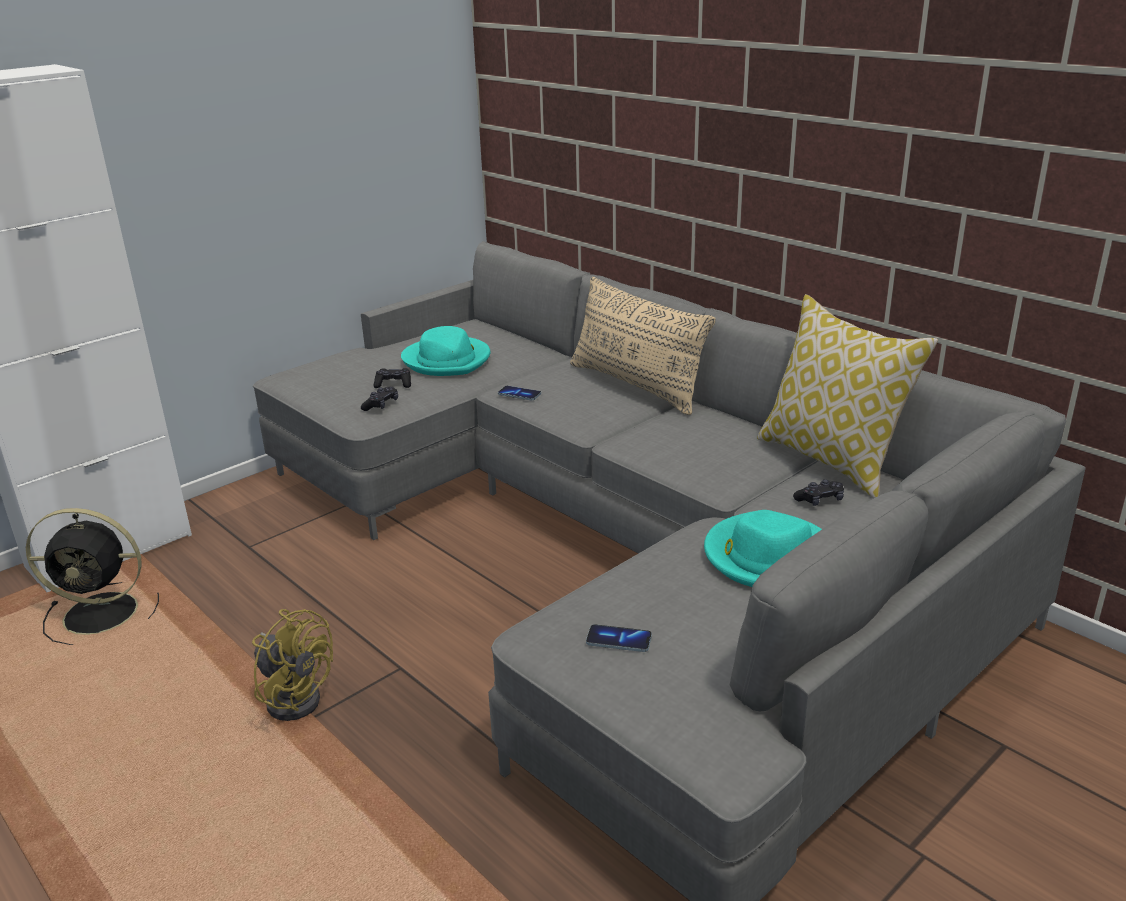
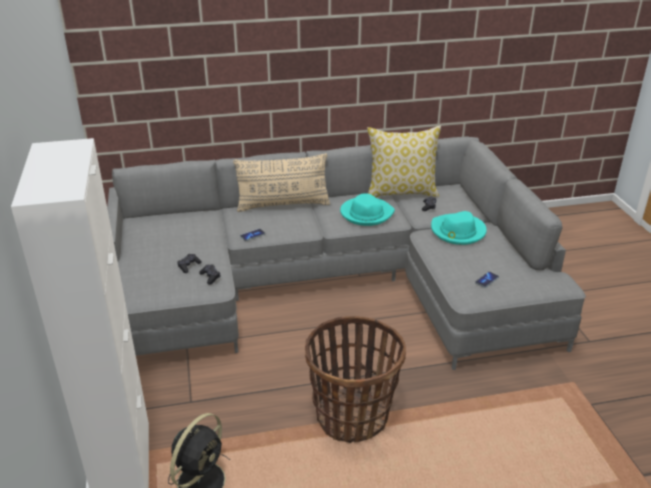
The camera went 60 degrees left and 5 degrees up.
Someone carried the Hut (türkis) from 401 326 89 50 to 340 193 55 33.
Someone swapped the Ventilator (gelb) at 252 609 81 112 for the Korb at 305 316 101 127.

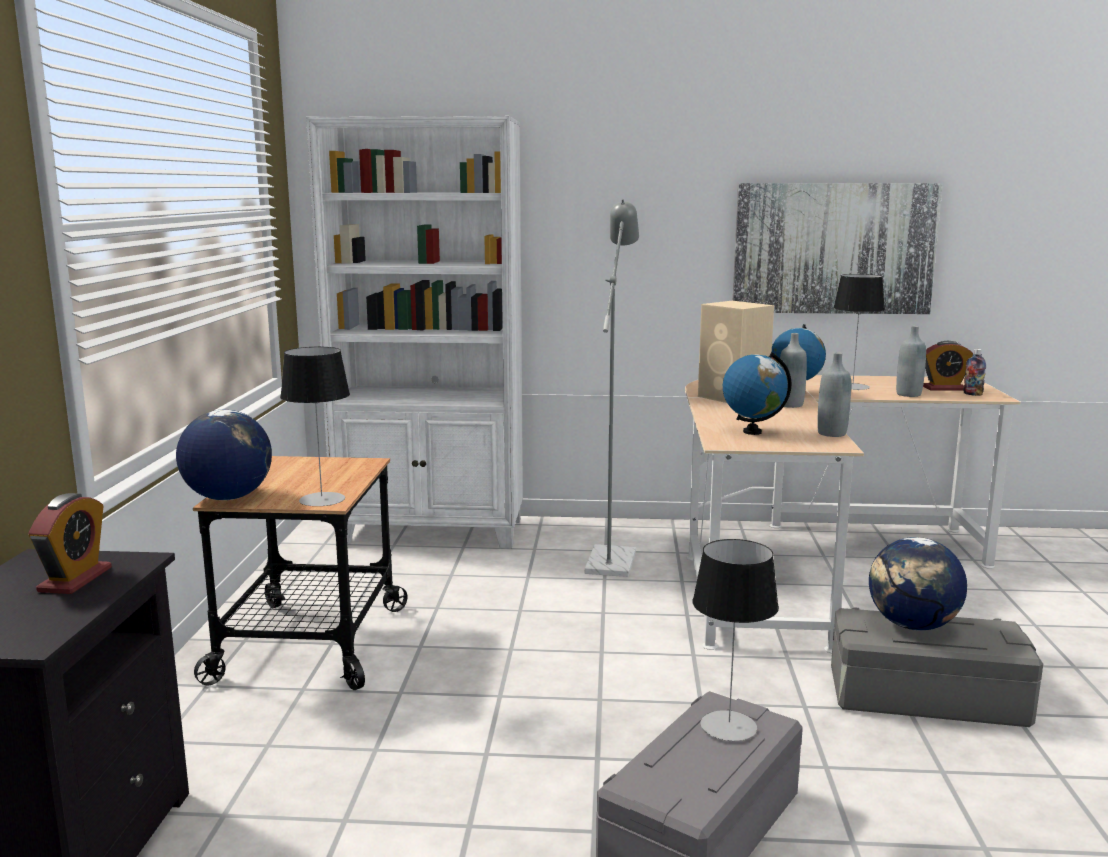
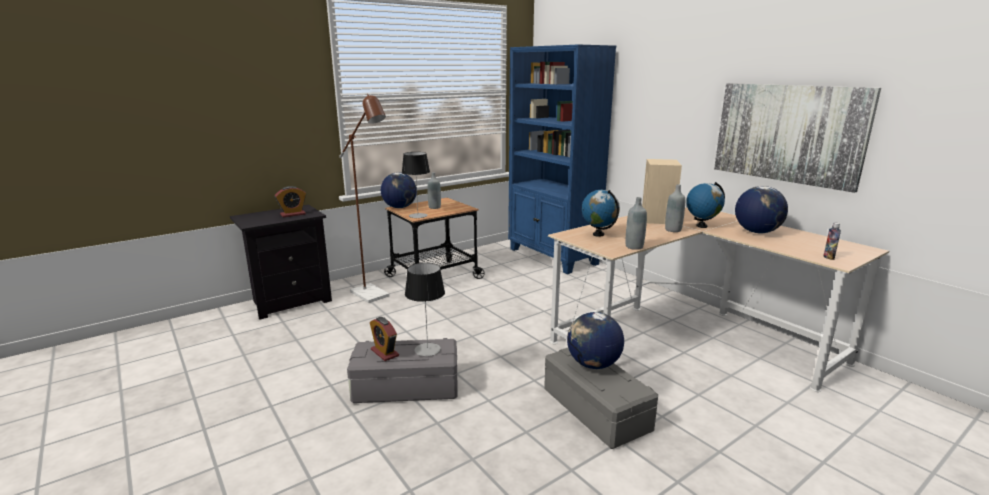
The camera went 50 degrees right and 5 degrees up.
Someone repainted the Bücherregal (weiß) at 306 116 217 433, which became the Bücherregal (blau) at 508 44 108 230.
Someone took away the Stehlampe (grau) at 585 199 54 378.
Someone swapped the Tischlampe at 833 274 52 116 for the Globus at 735 186 53 47.
Someone carried the Flasche (grau) from 896 326 30 71 to 428 172 13 37.
Someone carried the Wecker from 923 341 50 50 to 370 317 29 44.
Someone put down the Stehlampe (braun) at 339 94 51 209.

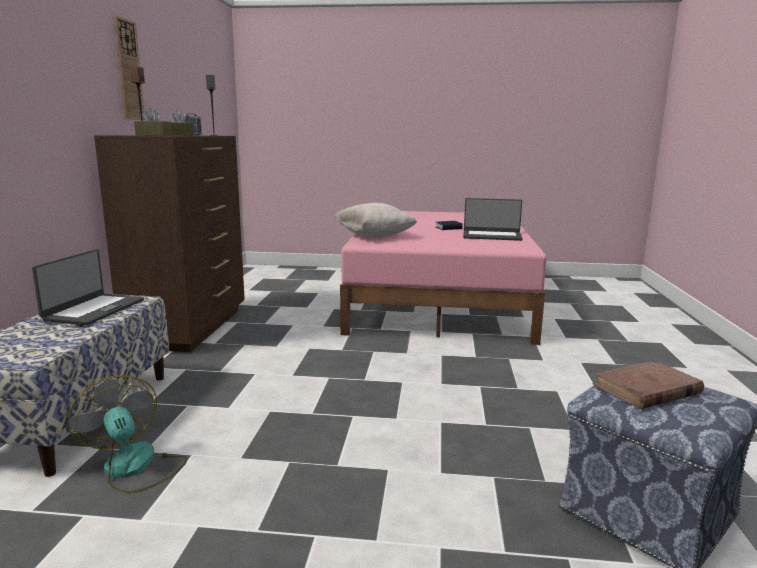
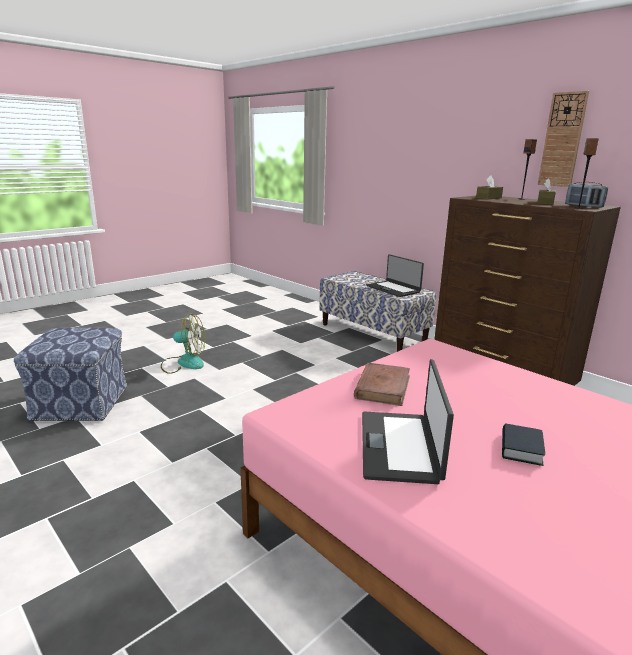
The camera went 130 degrees right and 5 degrees up.
Someone rotated the Laptop at 463 198 60 43 by 45 degrees counterclockwise.
Someone took away the Kissen (beige) at 334 203 83 35.
Someone carried the Buch (braun) from 593 360 111 49 to 354 363 56 43.
Someone carried the Ventilator from 67 375 121 118 to 161 314 44 60.

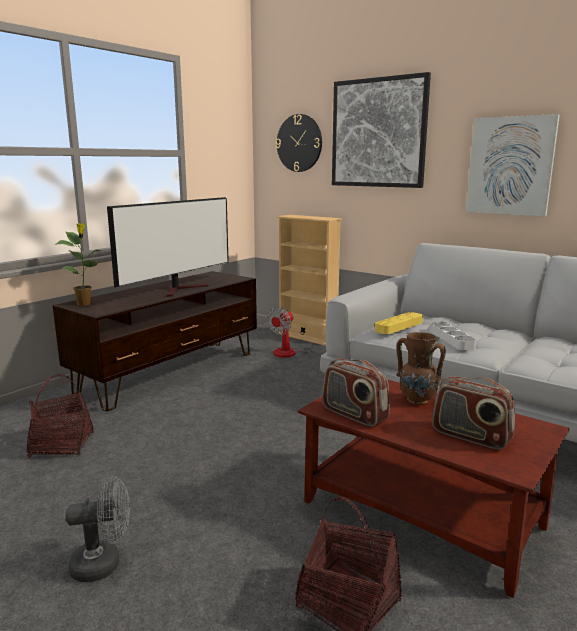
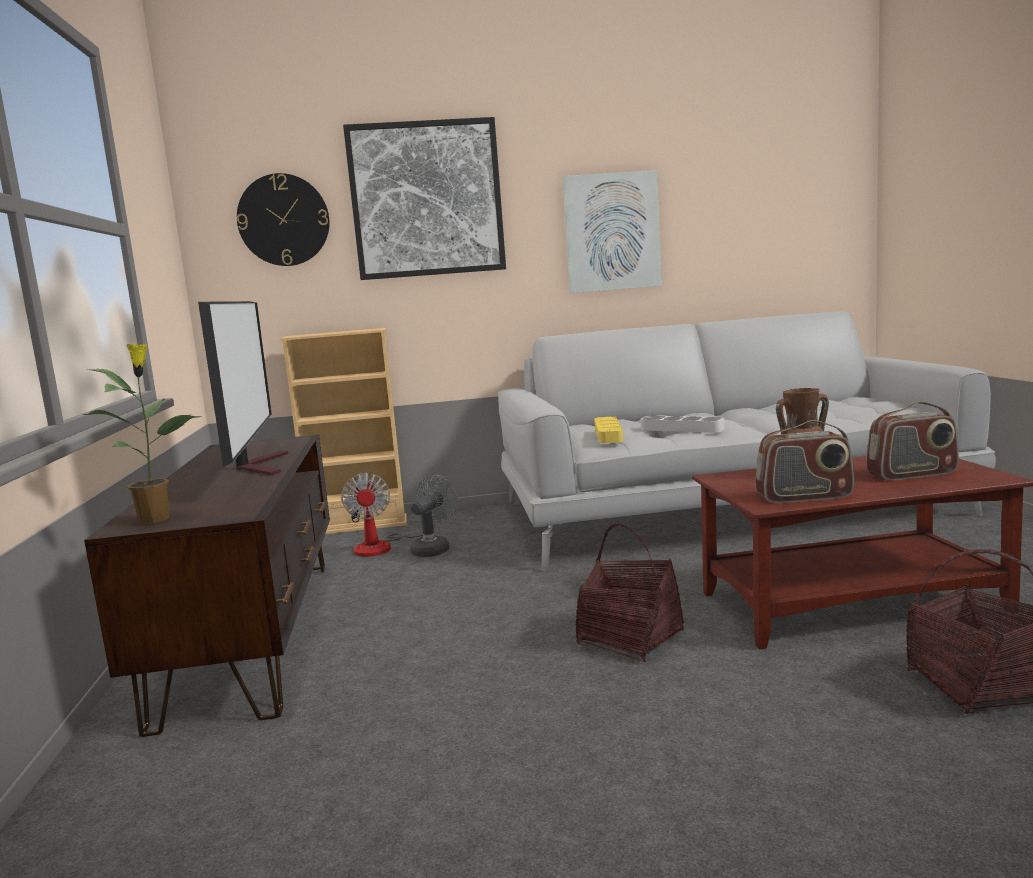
The camera went 45 degrees left and 5 degrees down.
Someone carried the Korb from 27 374 67 84 to 575 524 109 138.
Someone carried the Ventilator (grau) from 65 476 65 106 to 410 475 48 82.

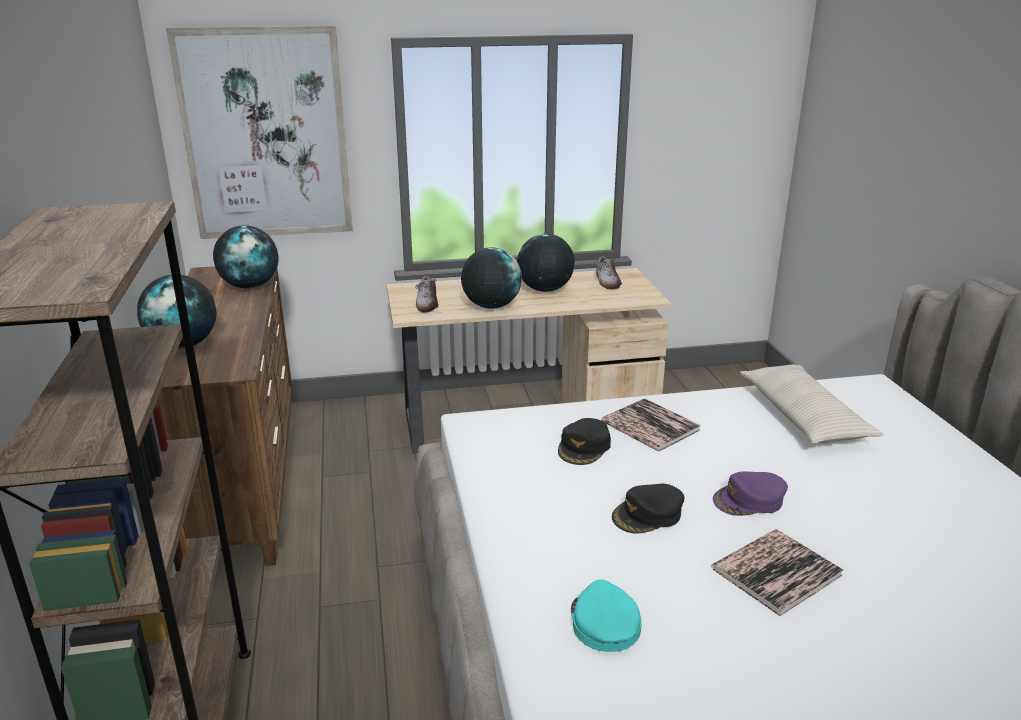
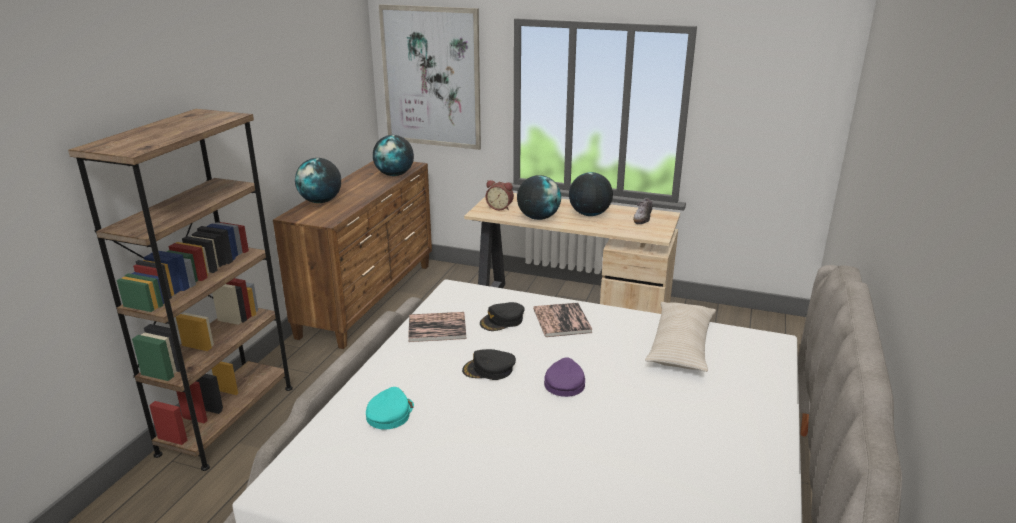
The camera went 30 degrees right and 0 degrees up.
Someone swapped the Schuh at 415 276 23 37 for the Wecker at 486 180 28 30.
Someone rotated the Kappe (lila) at 713 472 75 44 by 90 degrees clockwise.
Someone carried the Buch from 711 529 133 87 to 408 312 59 30.

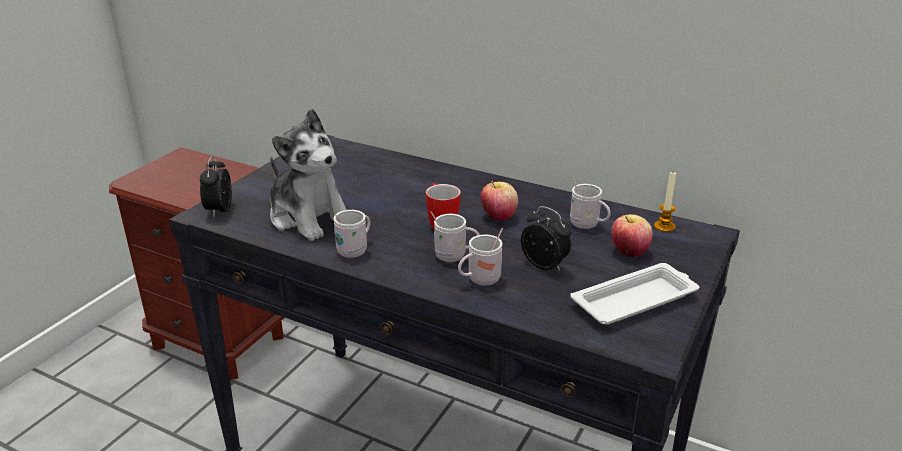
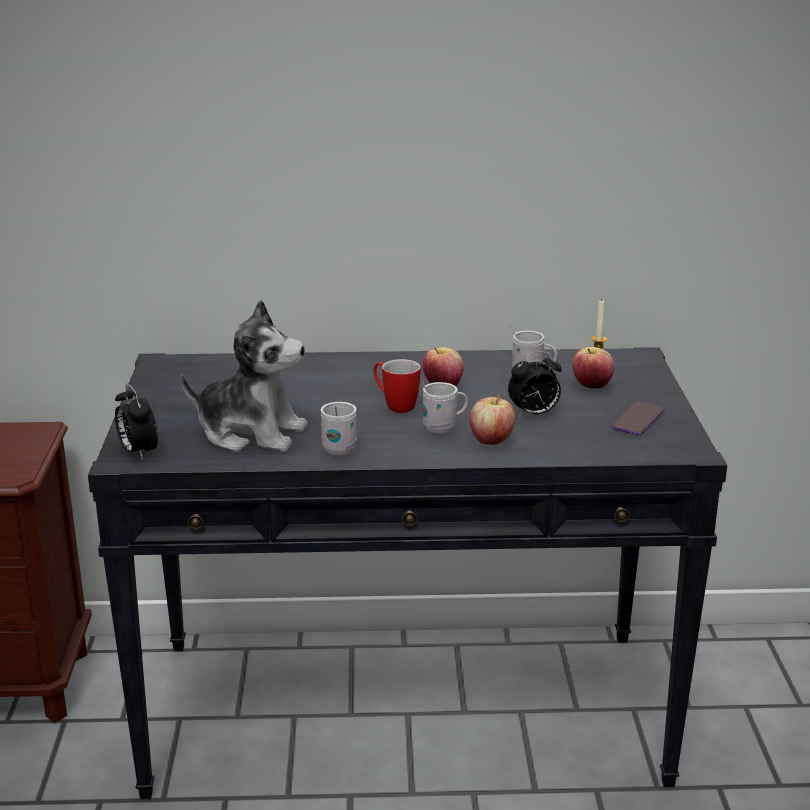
The camera went 30 degrees left and 5 degrees down.
Someone rotated the Wecker at 521 206 50 65 by 150 degrees clockwise.
Someone swapped the Henkelbecher (weiß) at 458 228 45 58 for the Apfel at 470 394 46 51.
Someone swapped the Tablett (weiß) at 570 263 129 62 for the Handy at 611 401 54 34.

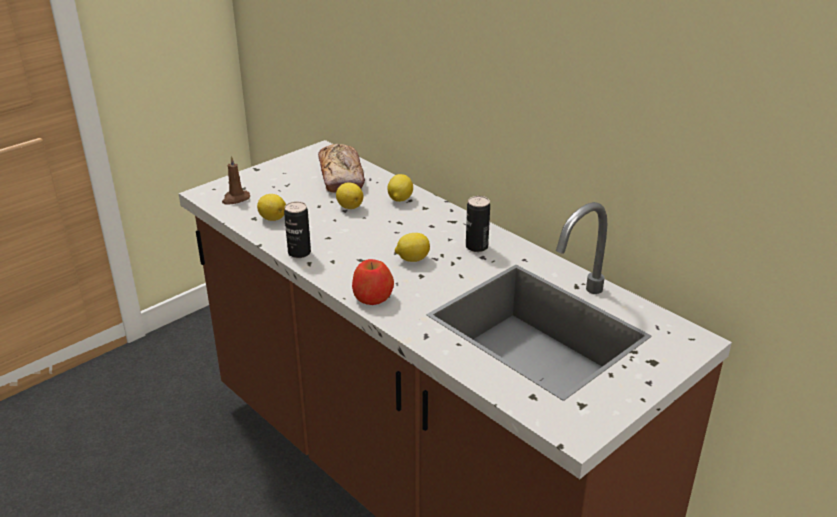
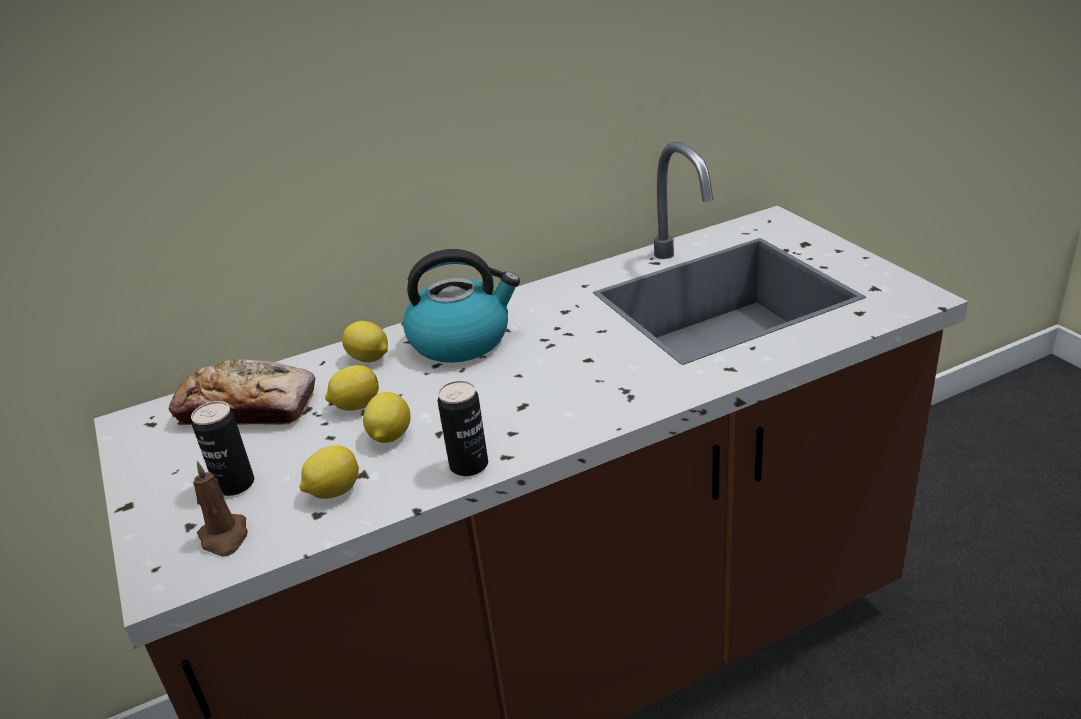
The camera went 70 degrees left and 0 degrees up.
Someone carried the Dose from 466 196 24 56 to 191 401 63 95.
Someone carried the Zitrone from 395 233 35 29 to 363 392 48 51.
Someone took away the Apfel at 352 259 42 46.
Someone put down the Wasserkessel at 403 249 117 114.

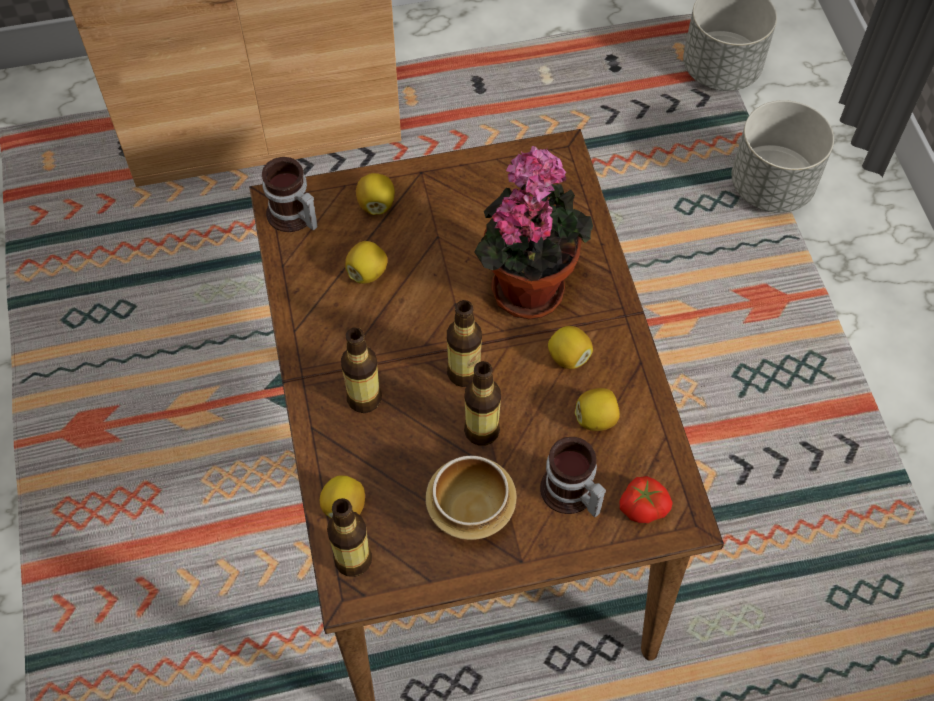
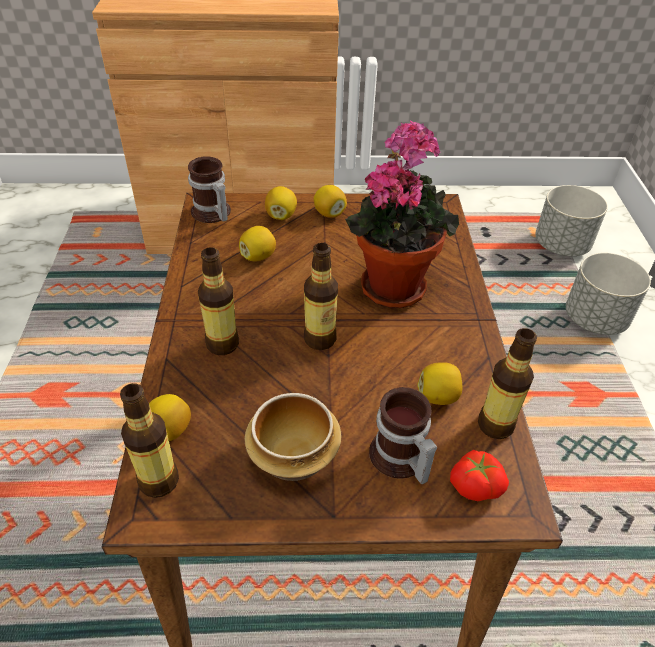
The camera went 10 degrees right and 15 degrees down.
Someone carried the Zitrone from 548 326 45 43 to 314 185 33 33.
Someone carried the Flasche from 464 361 37 85 to 478 328 59 111.

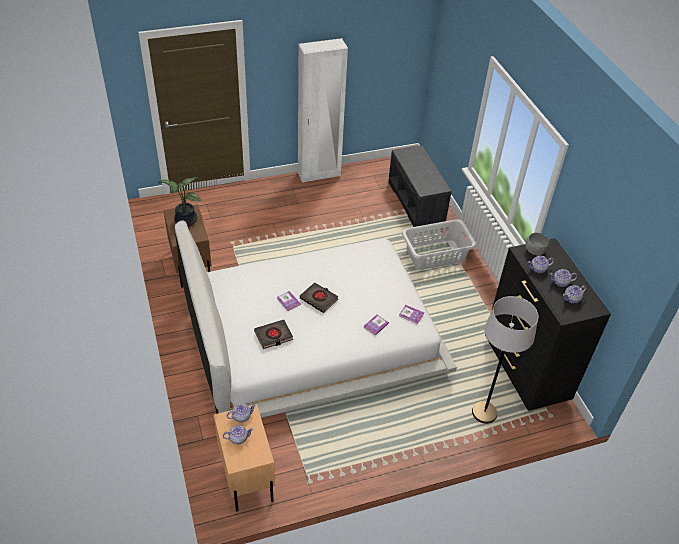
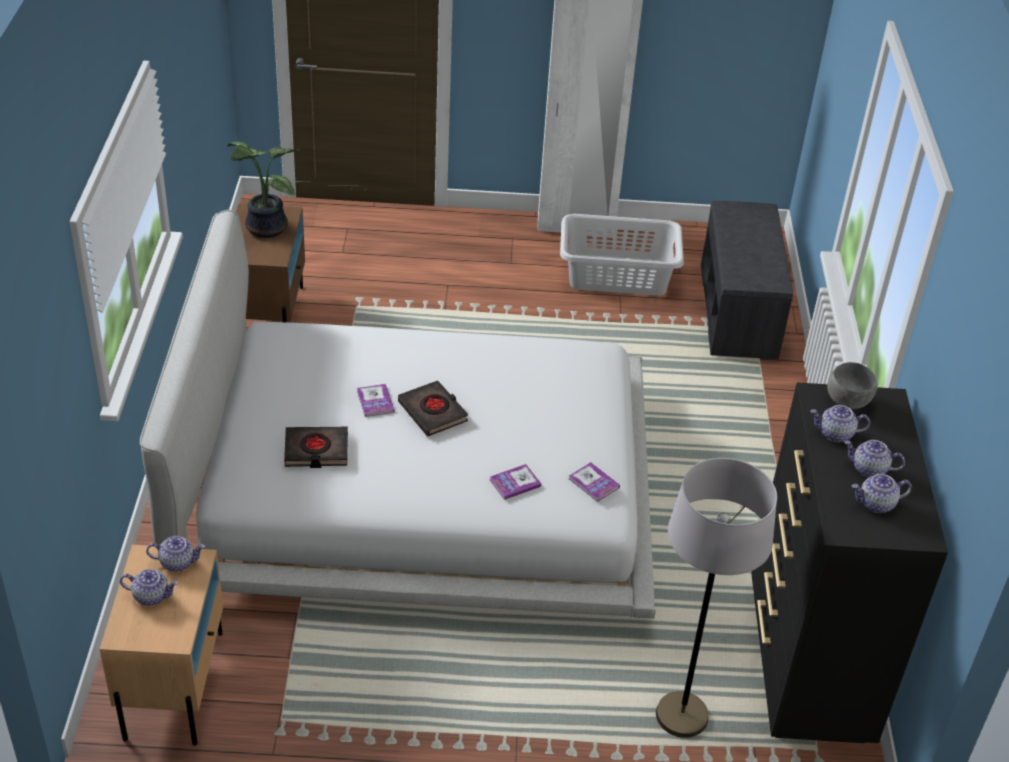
The camera went 20 degrees right and 5 degrees down.
Someone carried the Wäschekorb (grau) from 402 219 74 51 to 560 214 124 82.

